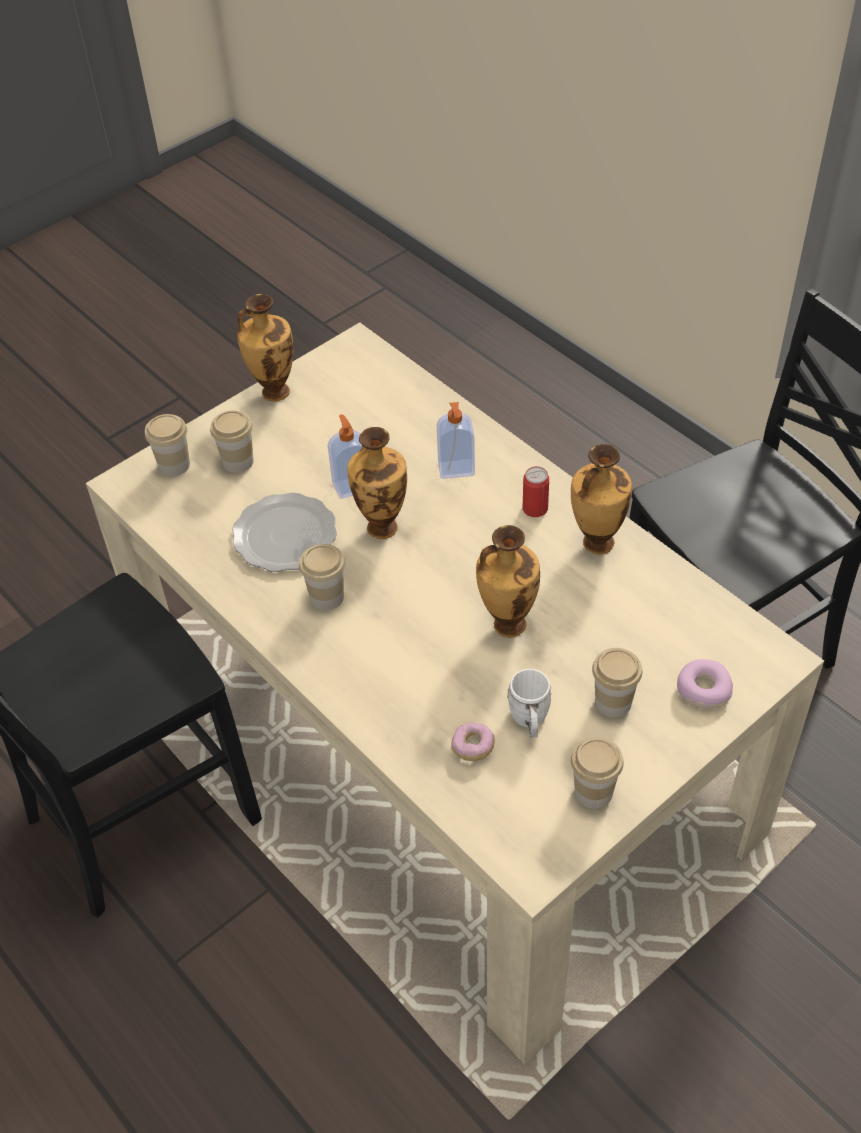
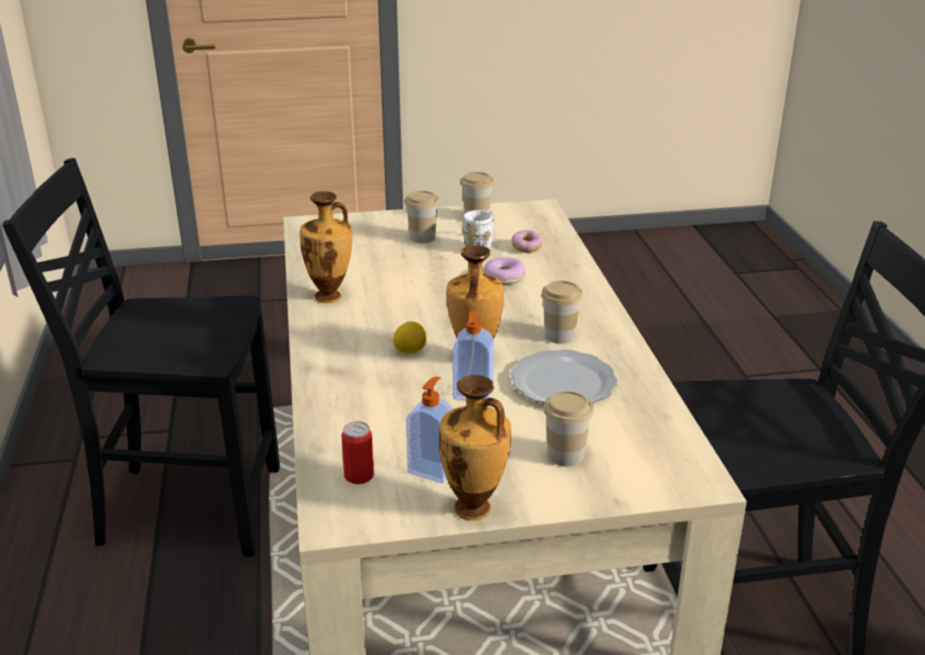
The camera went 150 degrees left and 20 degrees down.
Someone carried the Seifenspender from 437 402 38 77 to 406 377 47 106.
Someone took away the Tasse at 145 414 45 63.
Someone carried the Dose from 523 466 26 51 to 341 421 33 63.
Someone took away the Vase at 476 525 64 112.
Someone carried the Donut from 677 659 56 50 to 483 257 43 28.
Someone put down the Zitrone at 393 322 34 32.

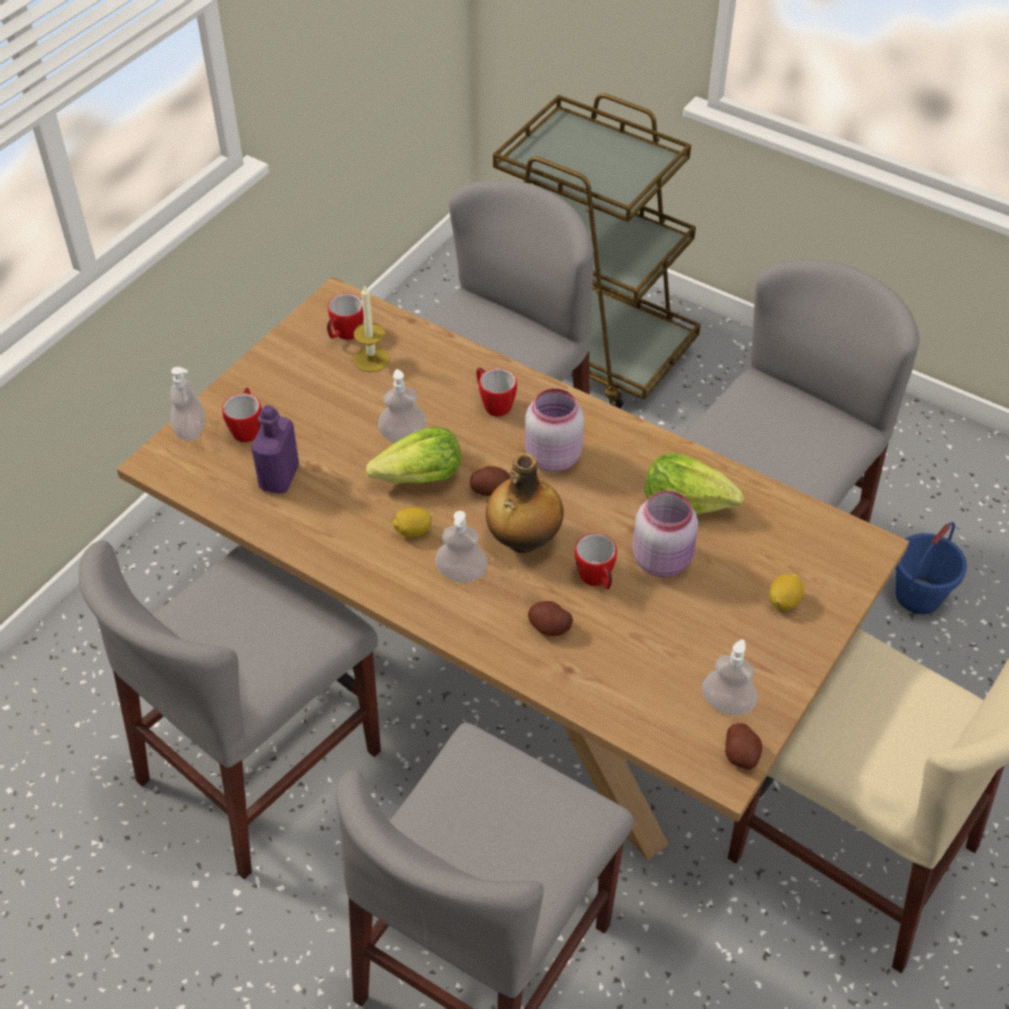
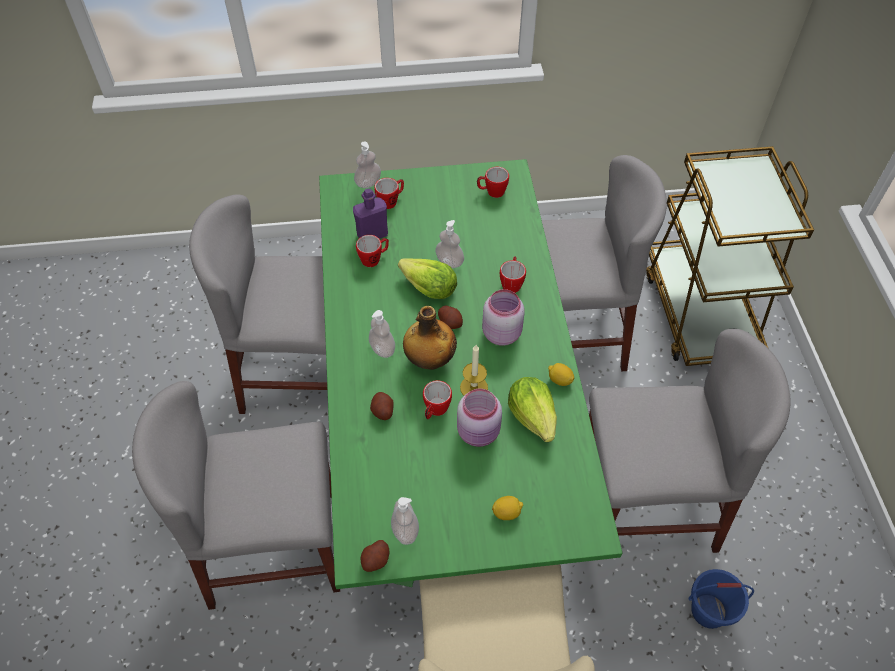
The camera went 50 degrees right and 5 degrees up.
Someone repainted the Esstisch (braun) at 117 277 792 583, which became the Esstisch (grün) at 319 159 303 430.
Someone carried the Kerze from 354 286 36 86 to 460 345 28 51.
Someone carried the Zitrone from 393 507 39 30 to 548 363 26 23.
Someone put down the Henkelbecher at 356 235 33 32.

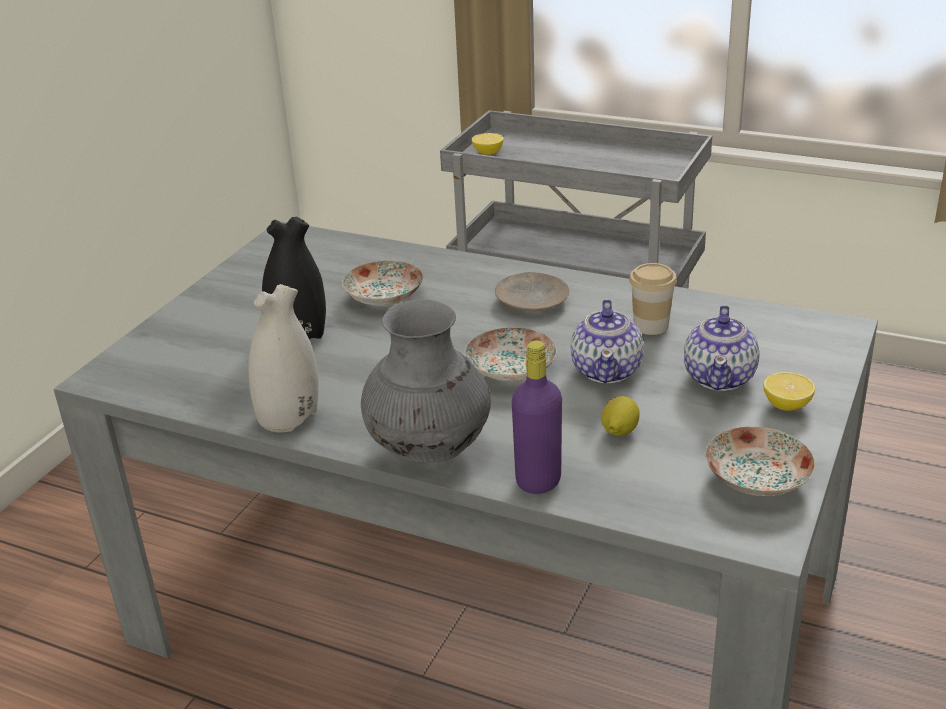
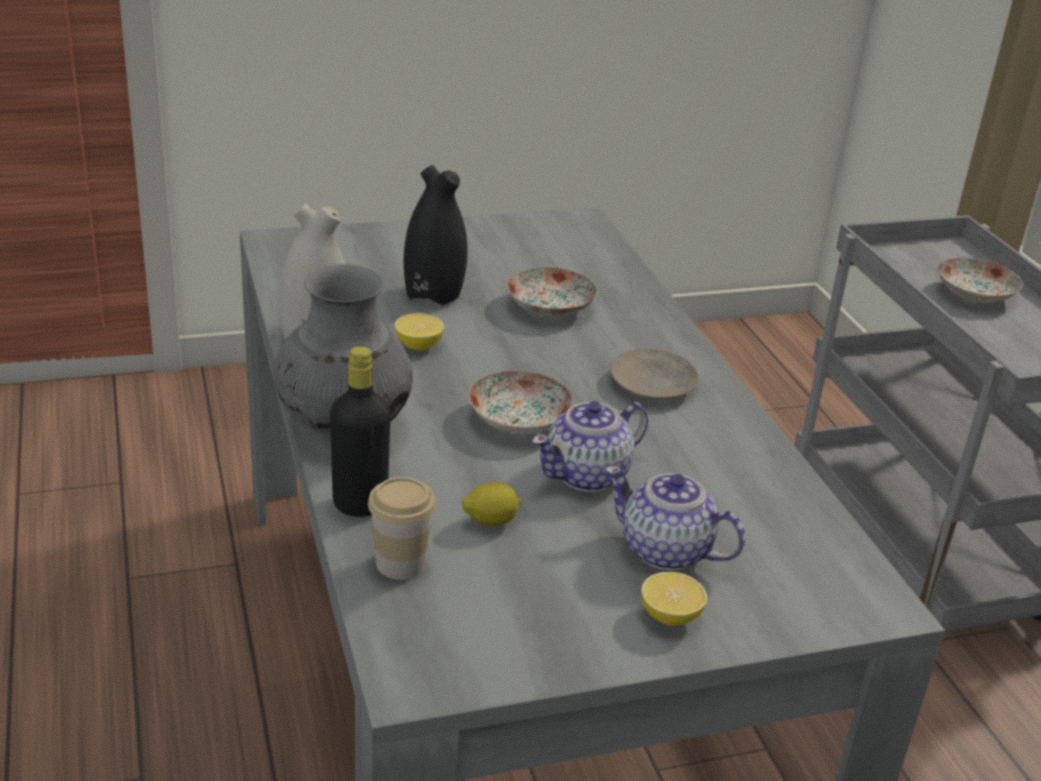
The camera went 45 degrees right and 0 degrees up.
Someone carried the Zitrone from 472 133 32 22 to 395 313 49 37.
Someone carried the Tasse from 629 263 48 72 to 368 477 68 103.
Someone rotated the Teekanne at 684 305 75 86 by 60 degrees clockwise.
Someone repainted the Flasche (lila) at 512 340 50 154, which became the Flasche (schwarz) at 330 347 61 170.
Someone carried the Teller from 706 426 109 70 to 938 258 85 45.

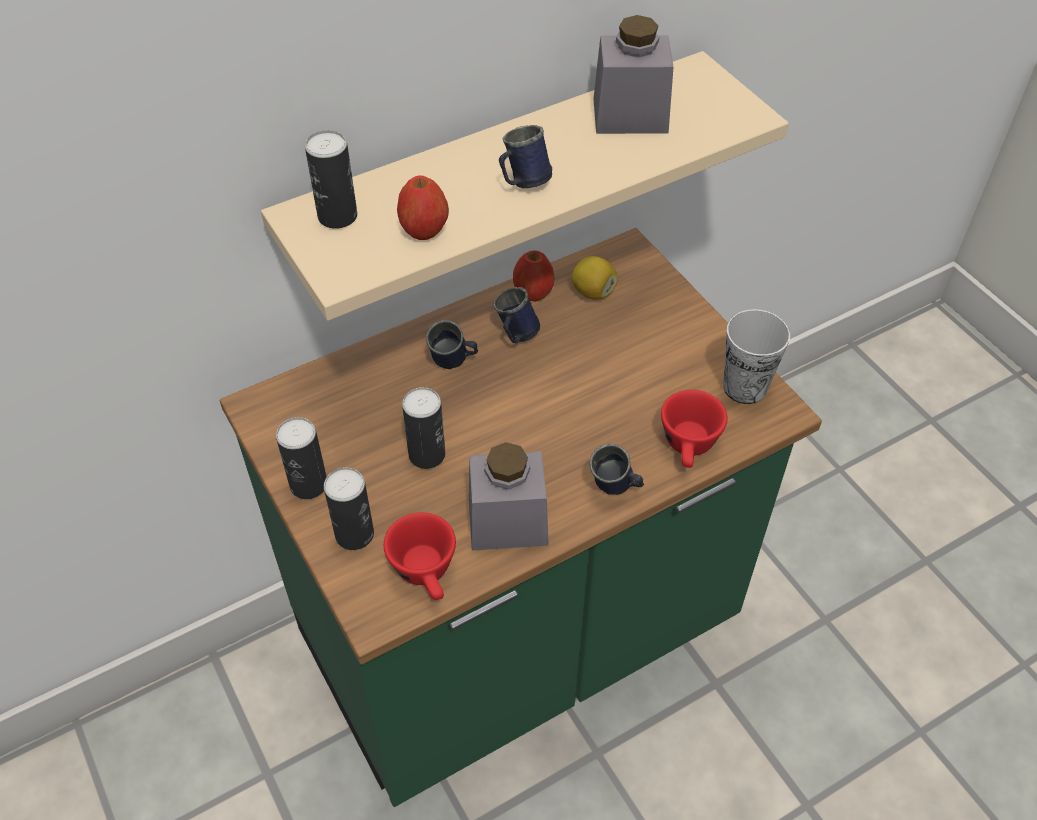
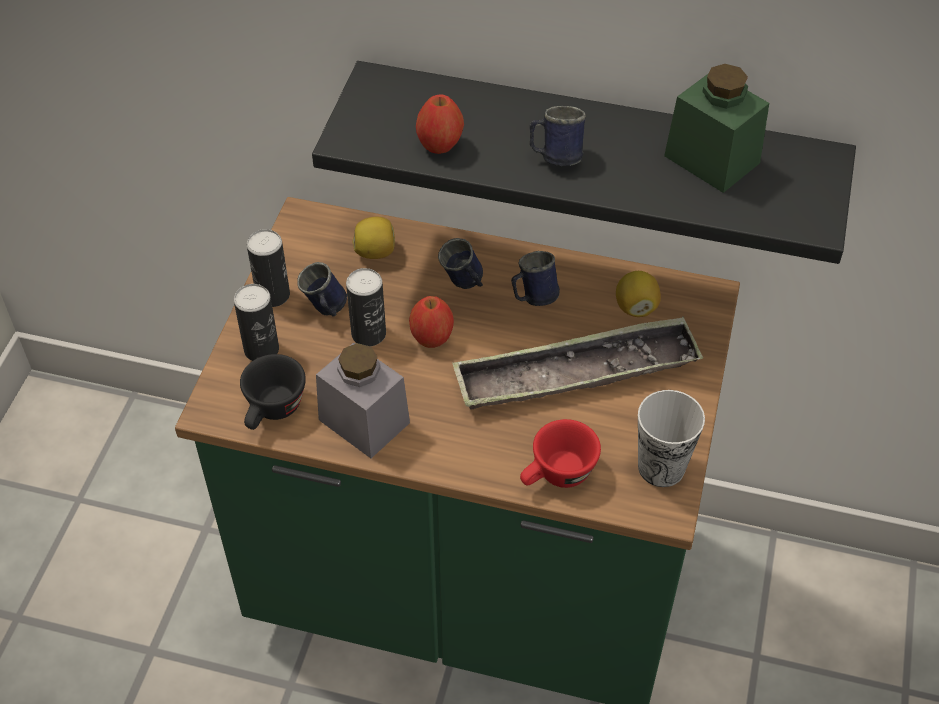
The camera went 45 degrees right and 0 degrees up.
Someone repainted the Vorratsglas (grau) at 593 15 80 119, which became the Vorratsglas (grün) at 664 64 105 129.
Someone repainted the Wandregal (beige) at 261 51 528 270, which became the Wandregal (schwarz) at 312 61 544 203.
Someone took away the Dose at 305 130 52 99.
Someone carried the Apfel from 513 250 41 52 to 409 296 45 52.
Someone carried the Henkelbecher (blau) from 590 444 54 51 to 297 262 50 55.
Someone repainted the Tasse (rot) at 384 512 72 88, which became the Tasse (schwarz) at 240 354 66 76.
Someone put down the Zitrone at 353 217 42 42.
Someone put down the Tablett at 452 316 251 94.

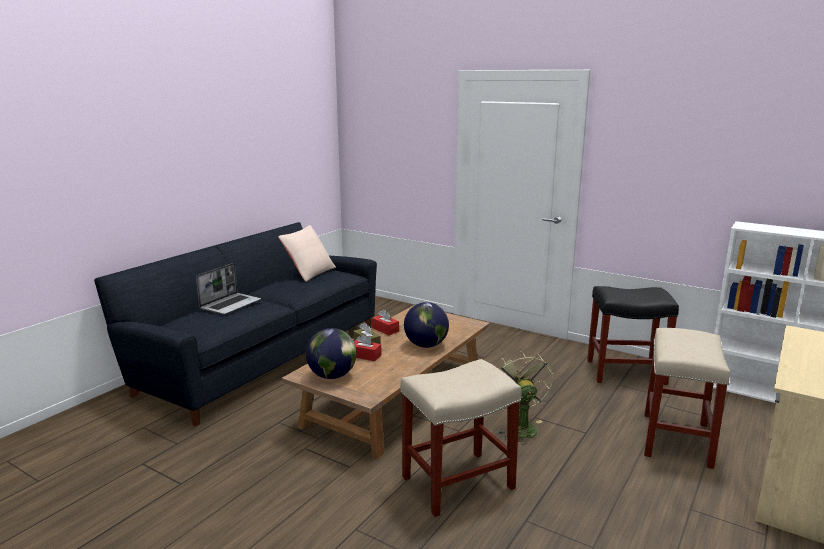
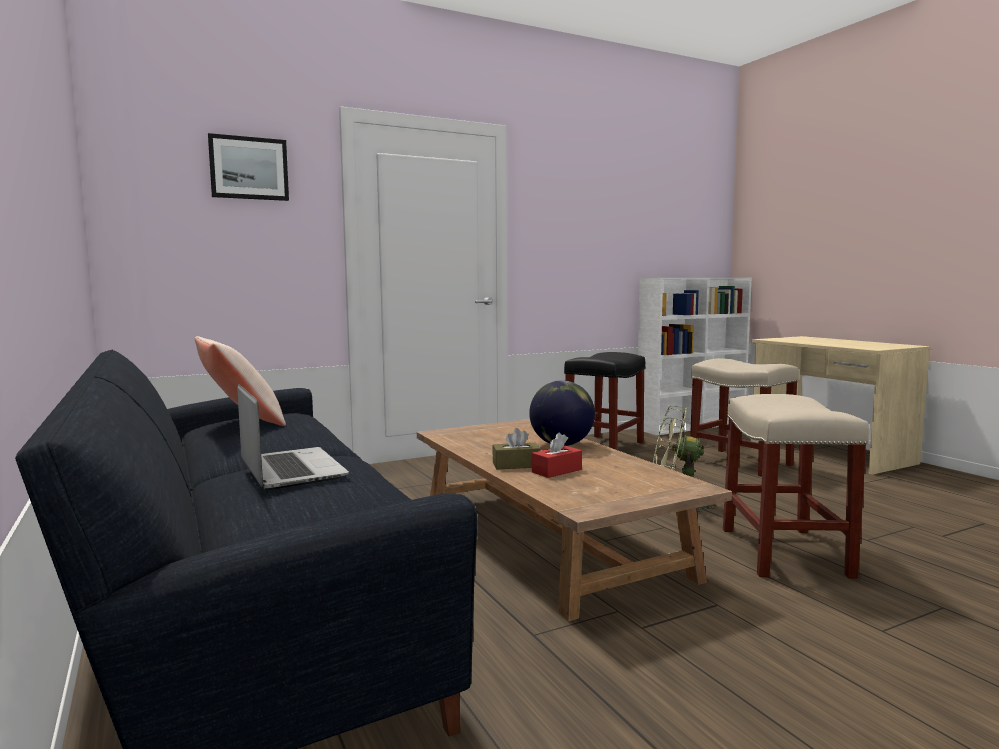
The camera went 60 degrees left and 10 degrees down.
Someone took away the Taschentuchbox (rot) at 372 309 27 26.
Someone took away the Globus at 306 328 51 51.
Someone put up the Bild at 208 133 81 68.

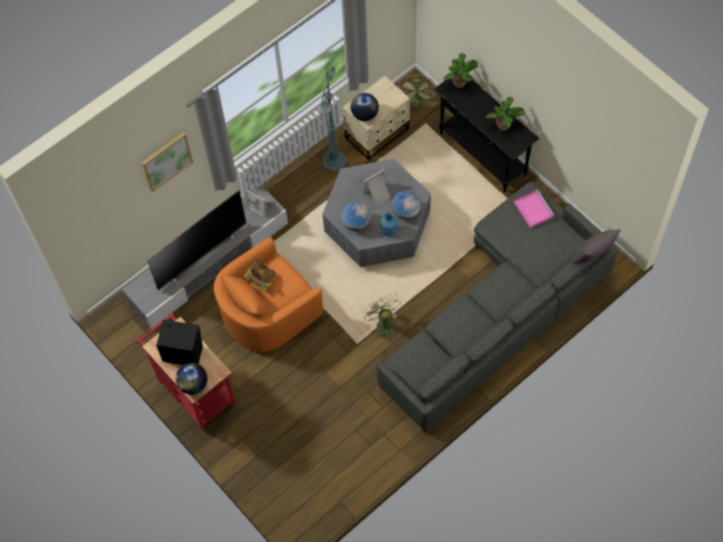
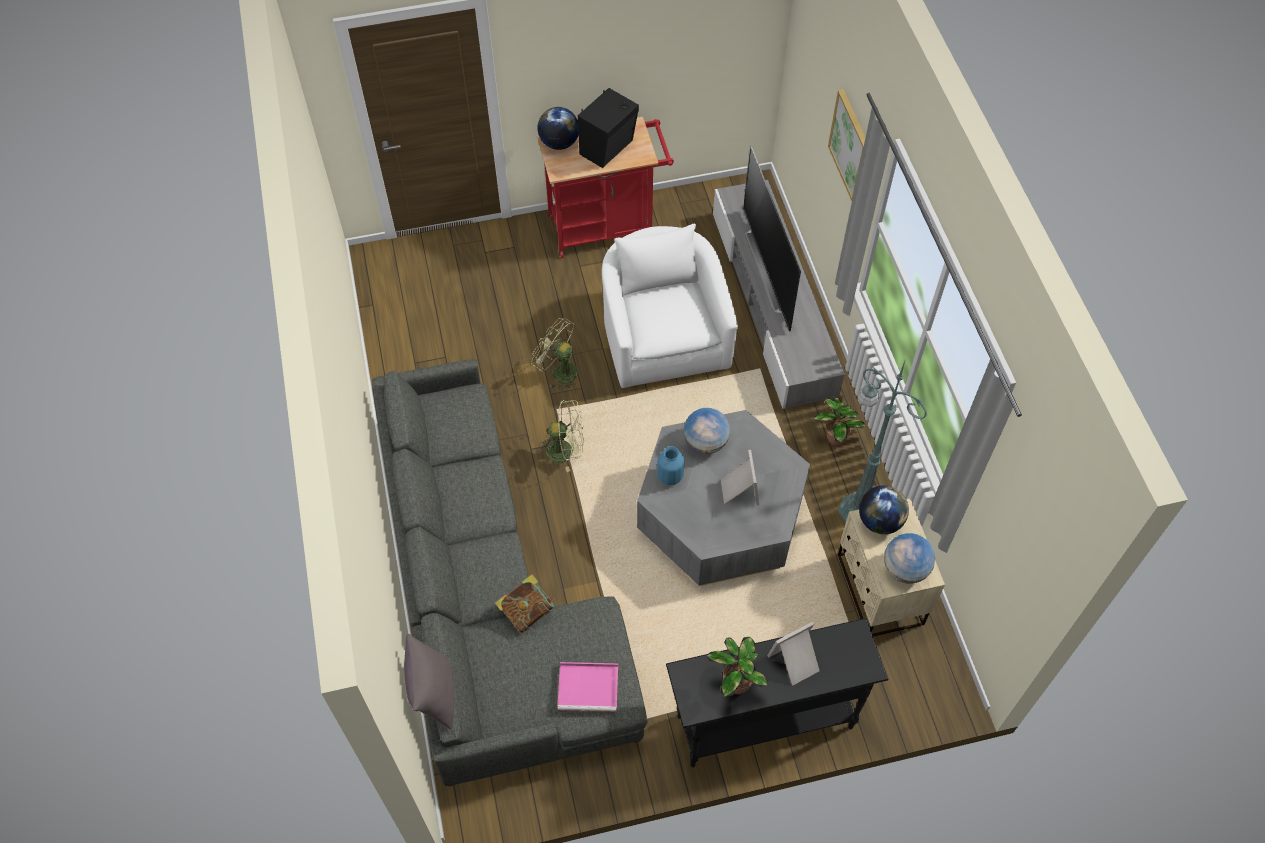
The camera went 115 degrees right and 5 degrees down.
Someone carried the Topfpflanze from 444 53 34 35 to 814 397 51 49.
Someone carried the Ventilator (grün) from 398 75 38 30 to 531 318 48 73.
Someone carried the Bilderrahmen from 245 189 29 29 to 767 622 53 64.
Someone carried the Globus from 392 190 29 30 to 884 533 51 50.
Someone repainted the Sessel (orange) at 214 237 109 115, which became the Sessel (weiß) at 602 224 136 164.
Someone carried the Buch from 243 259 33 33 to 495 574 59 59.

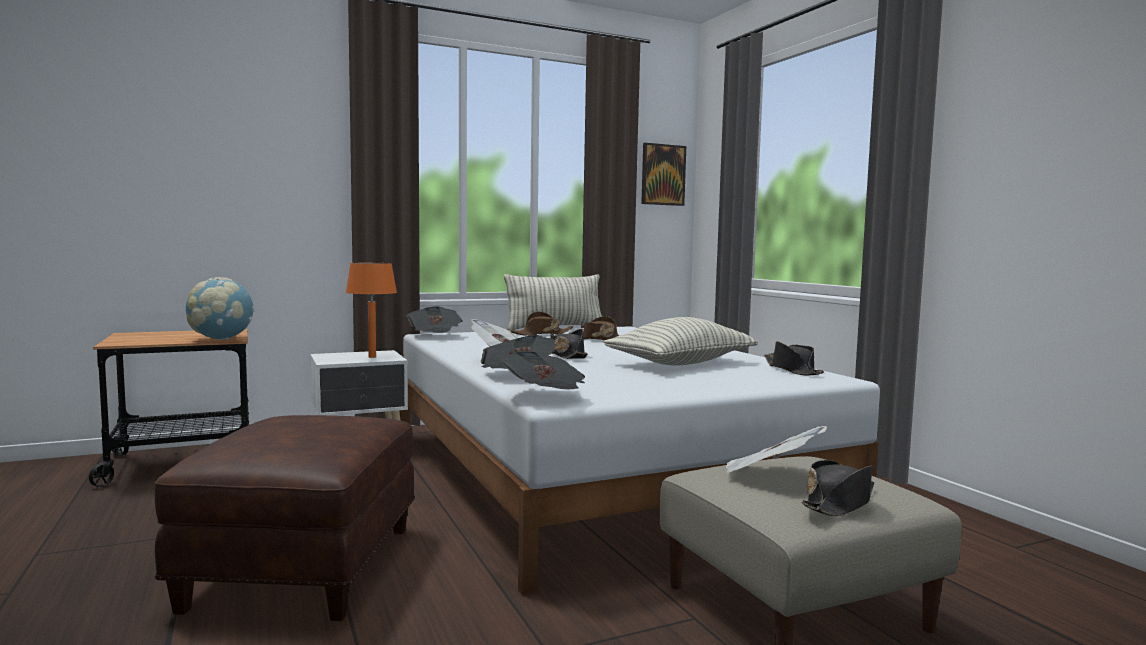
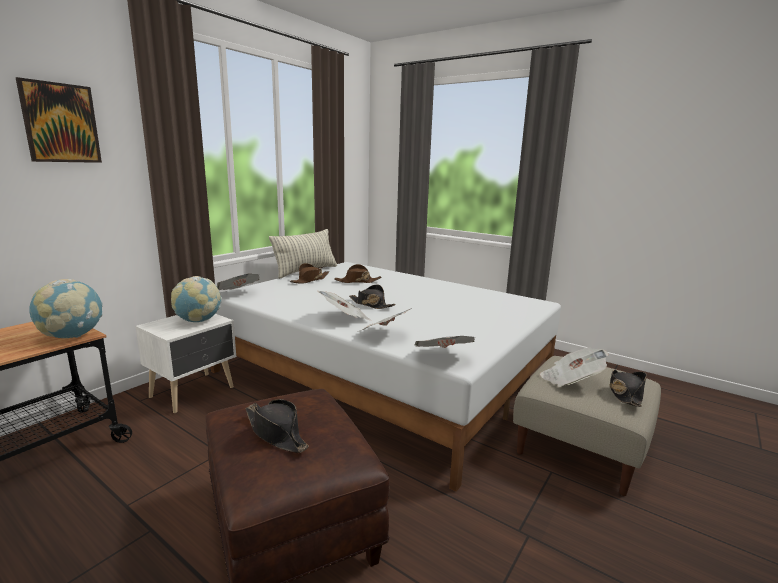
The camera went 30 degrees left and 10 degrees up.
Someone carried the Bild from 641 143 45 63 to 16 77 86 86.
Someone swapped the Tischlampe (orange) at 346 263 51 95 for the Globus at 171 276 51 46.
Someone took away the Kissen at 604 317 154 49.
Someone carried the Hut (schwarz) from 764 341 60 34 to 245 399 64 54.

